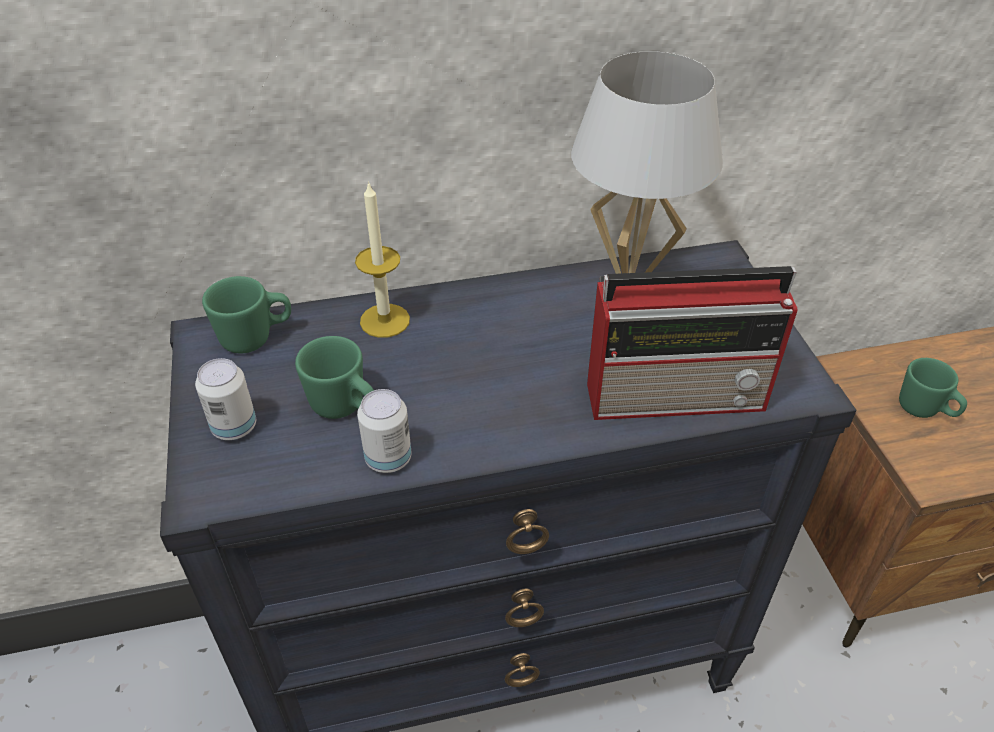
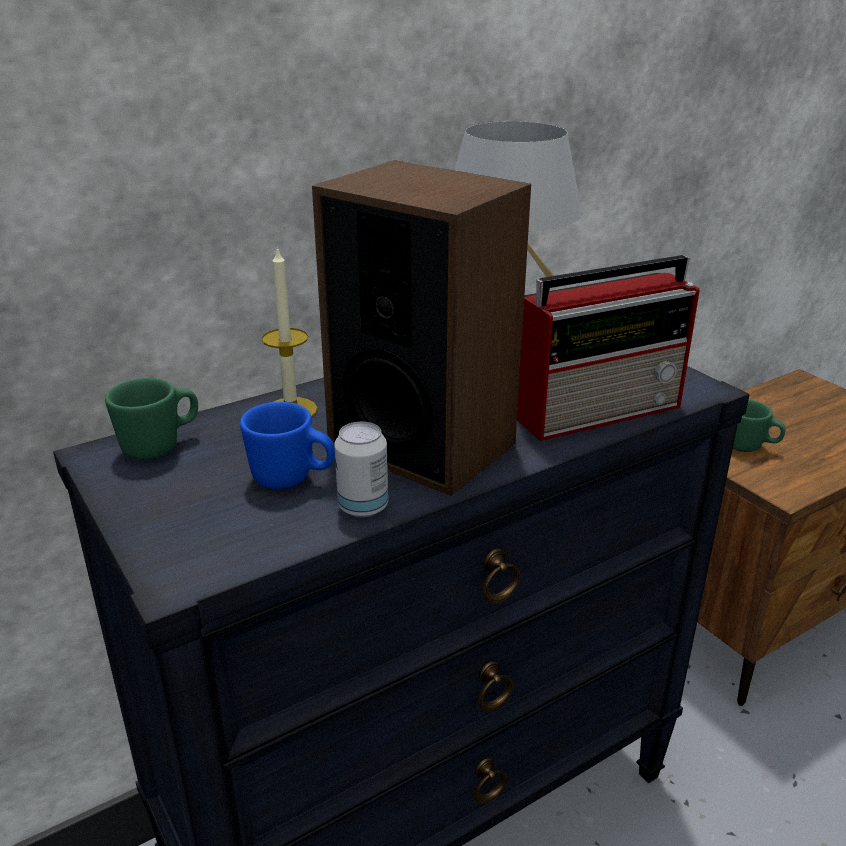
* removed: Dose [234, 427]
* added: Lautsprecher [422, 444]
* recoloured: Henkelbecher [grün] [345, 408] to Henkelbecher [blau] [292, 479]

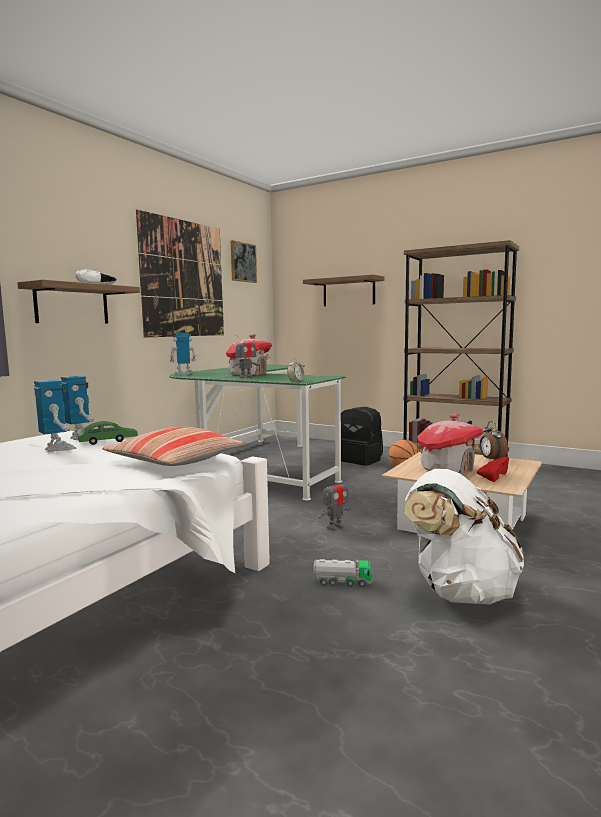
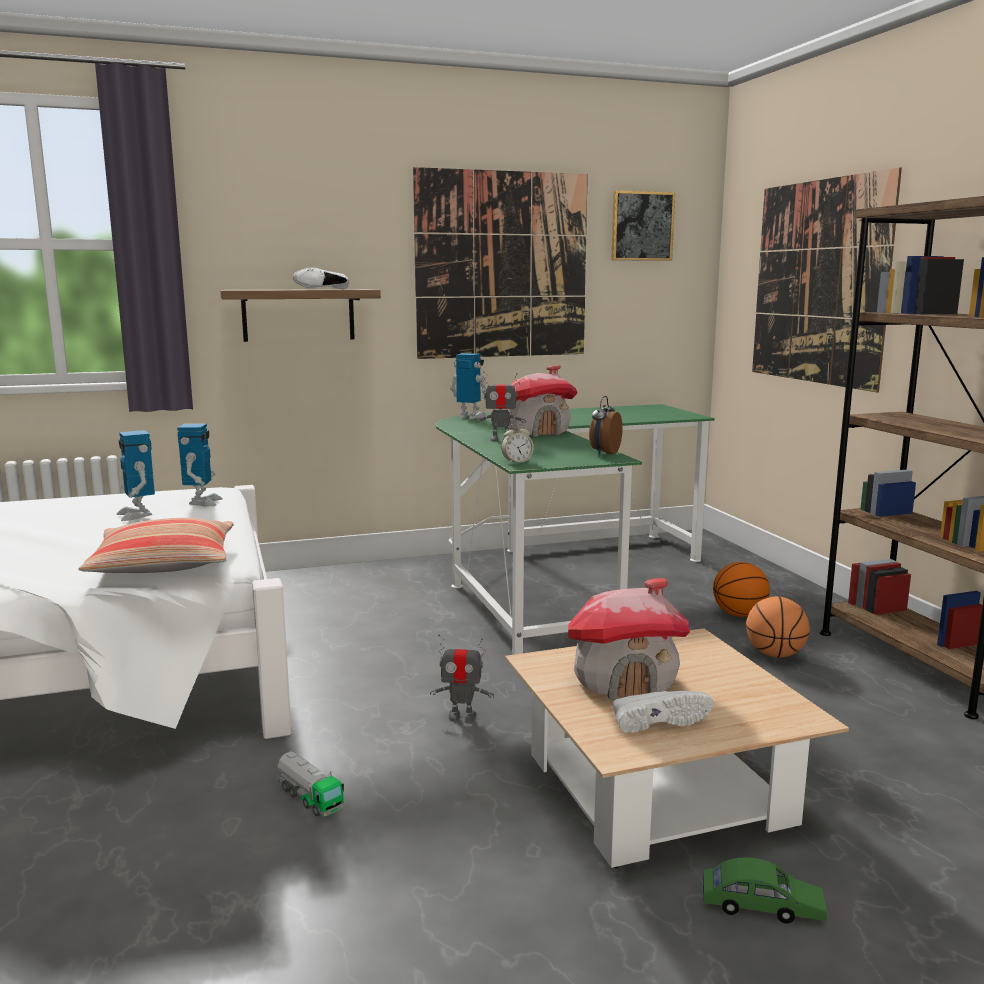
* removed: Rucksack [weiß] [460, 591]
* moved: Spielzeugauto [grün] [108, 441] to [762, 907]
* moved: Wecker [491, 460] to [604, 453]
* replaced: Wandregal [348, 292] to Bild [818, 282]
* replaced: Rucksack [schwarz] [361, 460] to Basketball [739, 614]
* recoloured: Schuh [rot] [493, 476] to Schuh [weiß] [658, 721]
* turned: Spielzeugroboter [57, 449] = [137, 515] 150 degrees clockwise

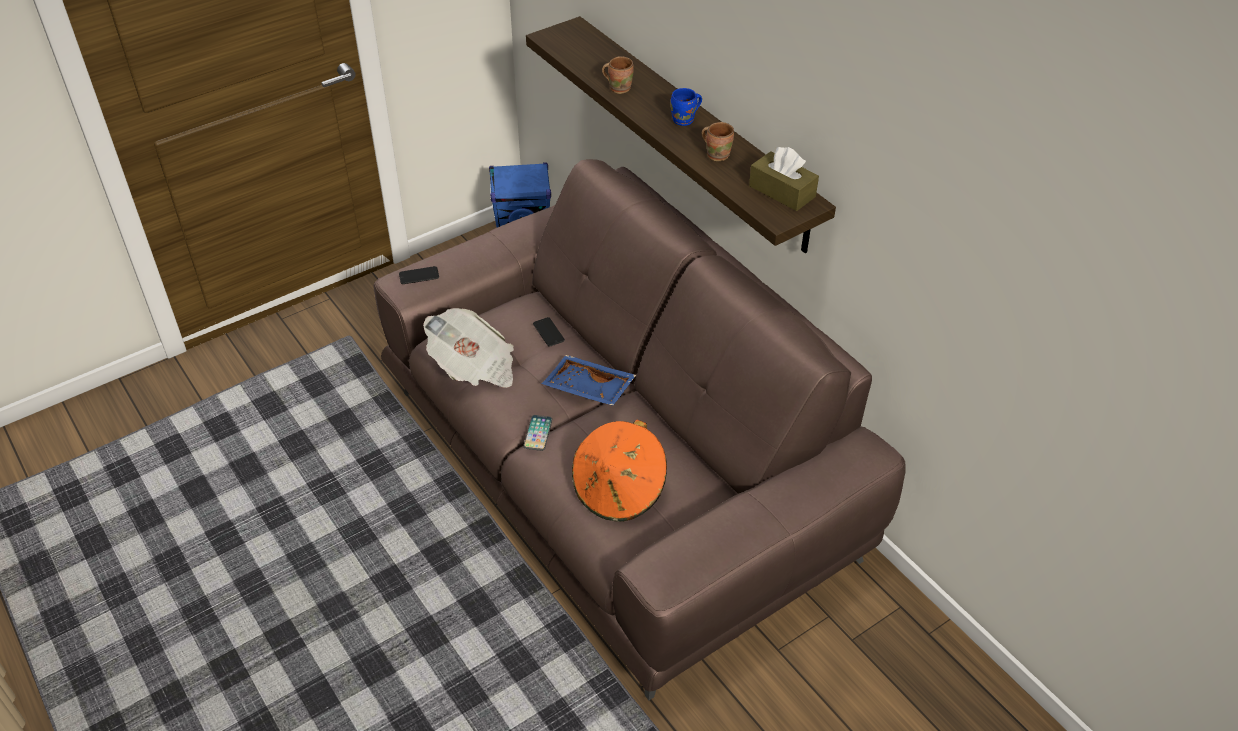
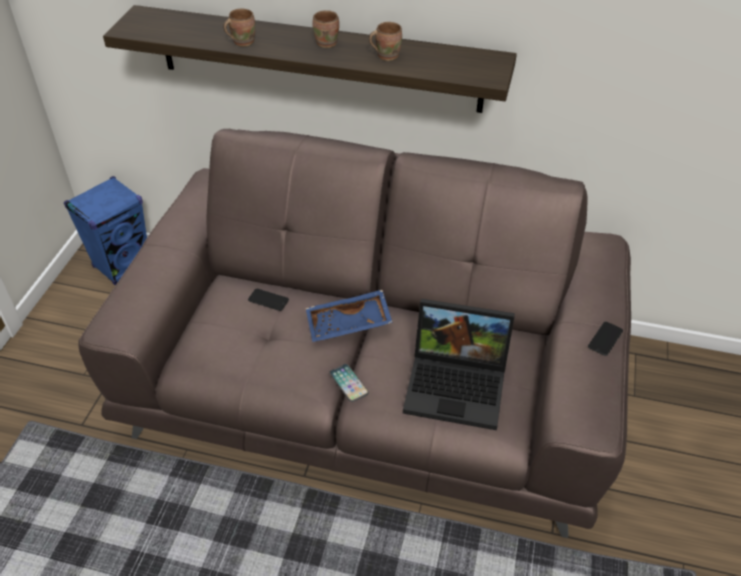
* removed: Zeitung [474, 367]
* removed: Taschentuchbox [braun] [782, 191]
* moved: Handy [419, 276] to [605, 339]
* replaced: Hut [orange] [619, 490] to Laptop [458, 385]
* recoloured: Henkelbecher [blau] [685, 121] to Henkelbecher [braun] [328, 43]

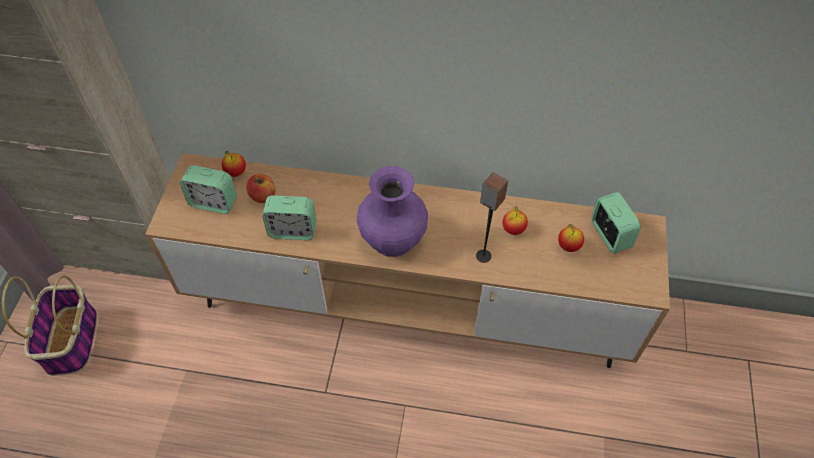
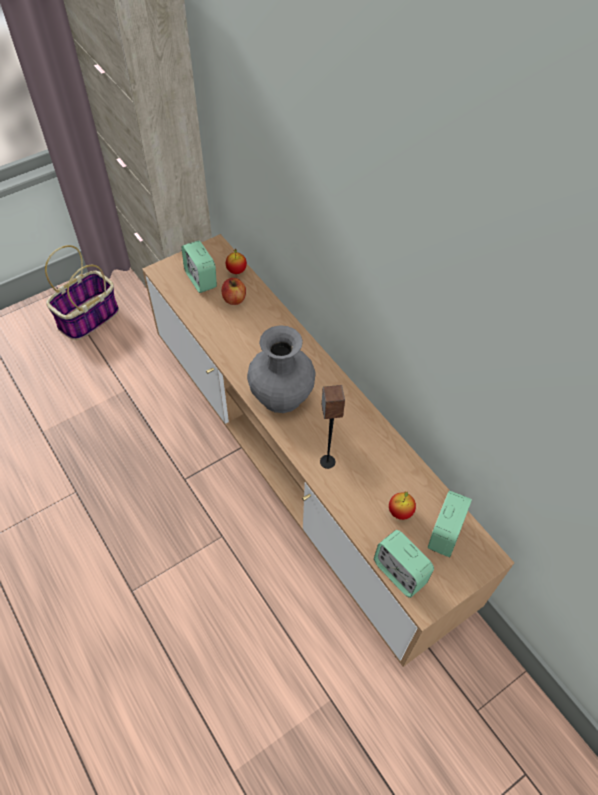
* removed: Apfel [513, 229]
* moved: Wecker [293, 230] to [399, 572]
* recoloured: Vase [lila] [392, 237] to Vase [grau] [281, 394]

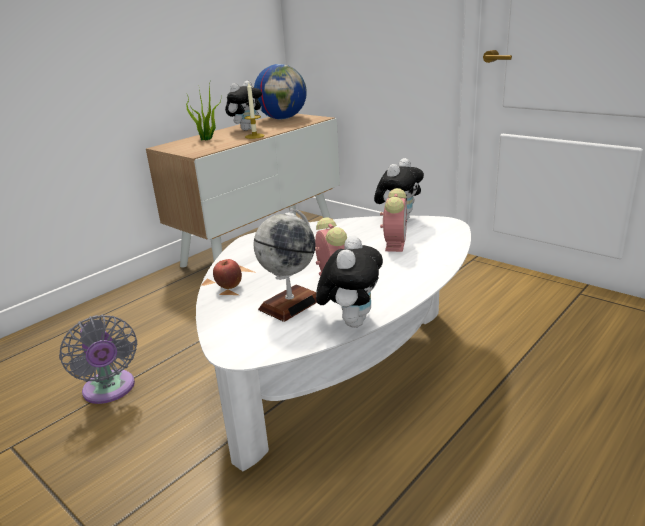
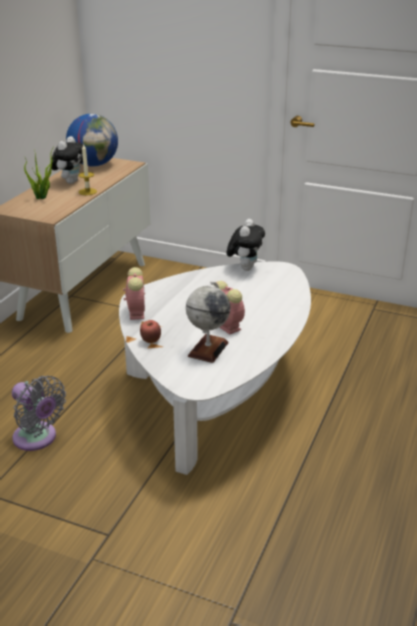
* removed: Plüschtier [351, 321]
* moved: Wecker [395, 244] to [136, 311]

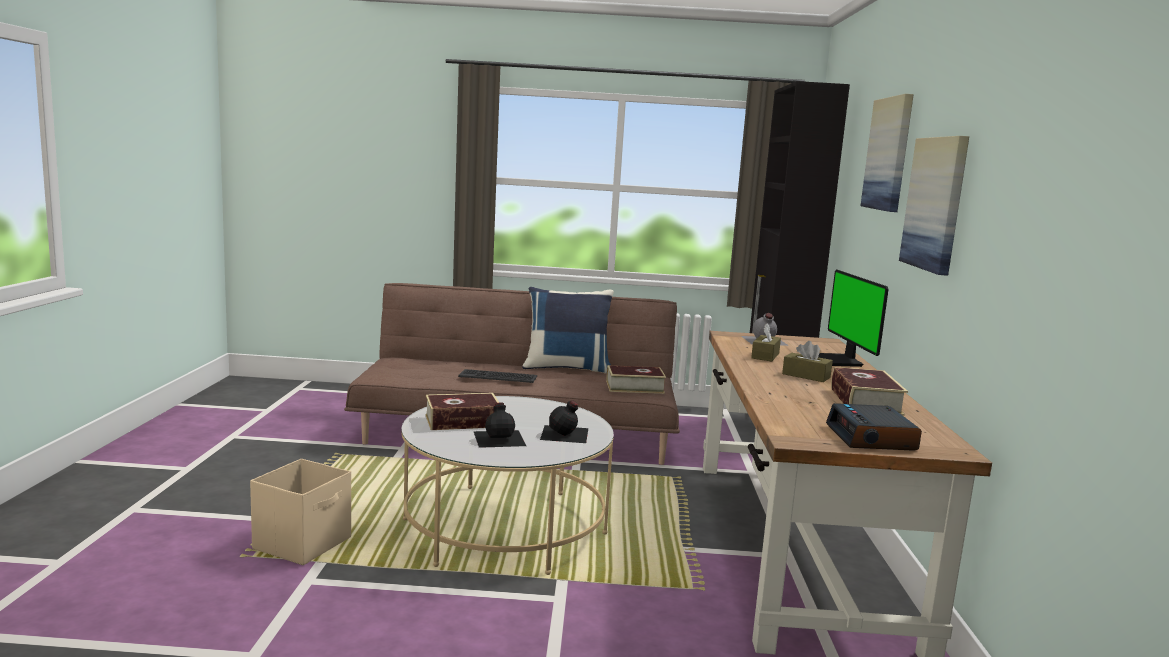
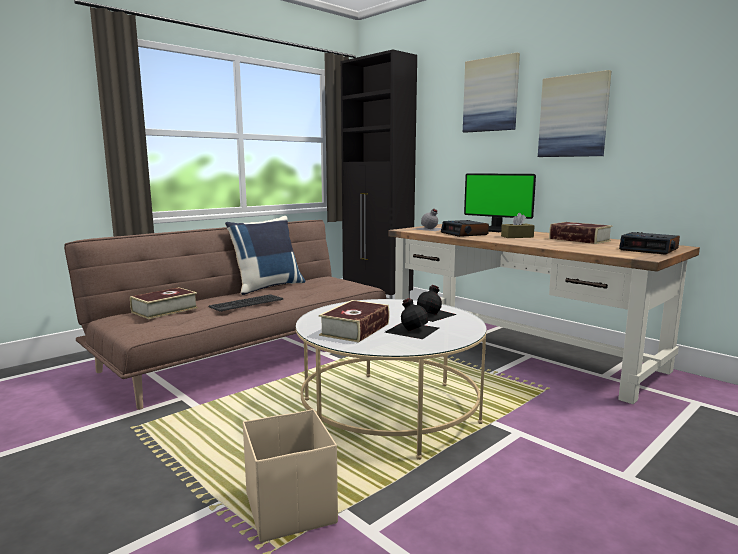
* moved: Buch [634, 387] to [165, 310]
* replaced: Taschentuchbox [braun] [765, 356] to Wecker [465, 233]

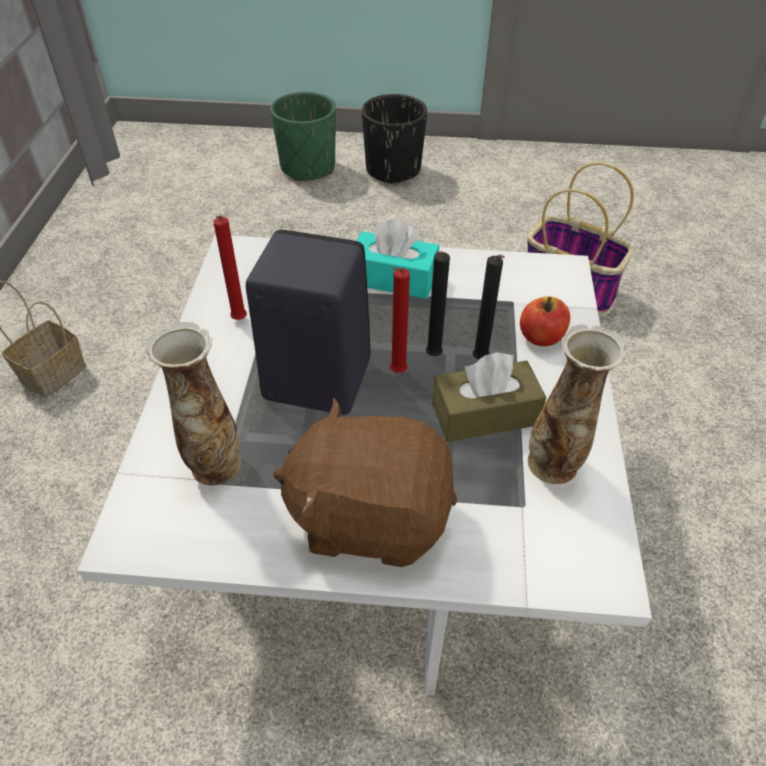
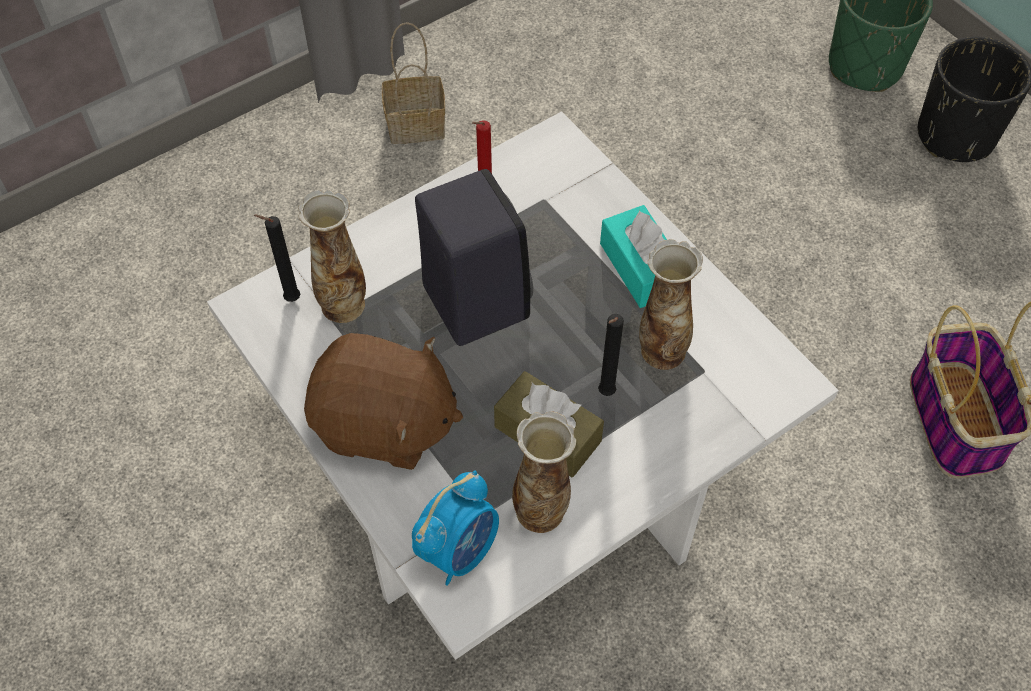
* removed: Kerze [rot] [396, 373]
* removed: Apfel [541, 337]
* added: Wecker [459, 549]
* added: Vase [661, 350]
* moved: Kerze [schwarz] [432, 357] to [289, 299]
* turned: Plüschtier [braun] [369, 515] = [384, 425] 135 degrees clockwise

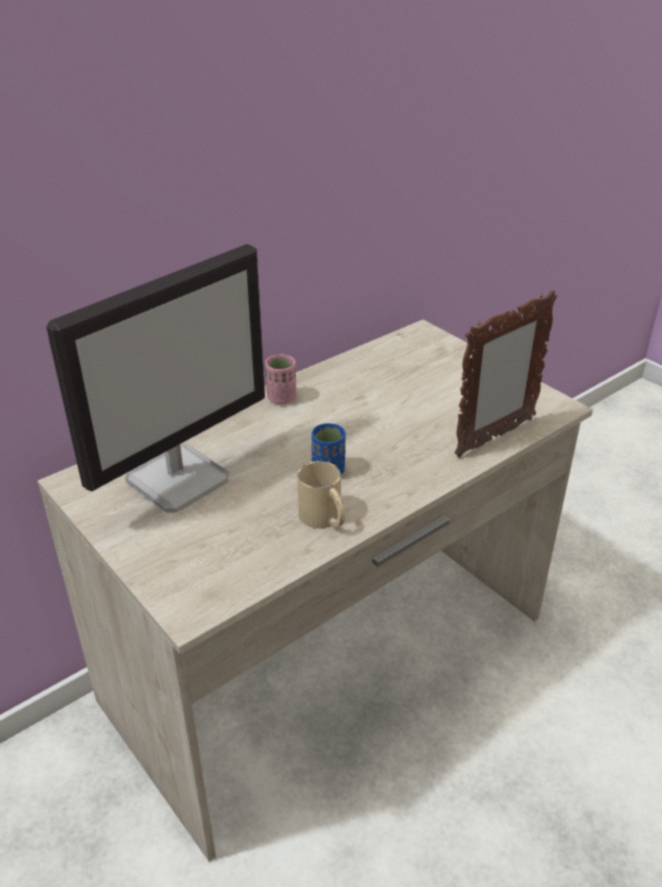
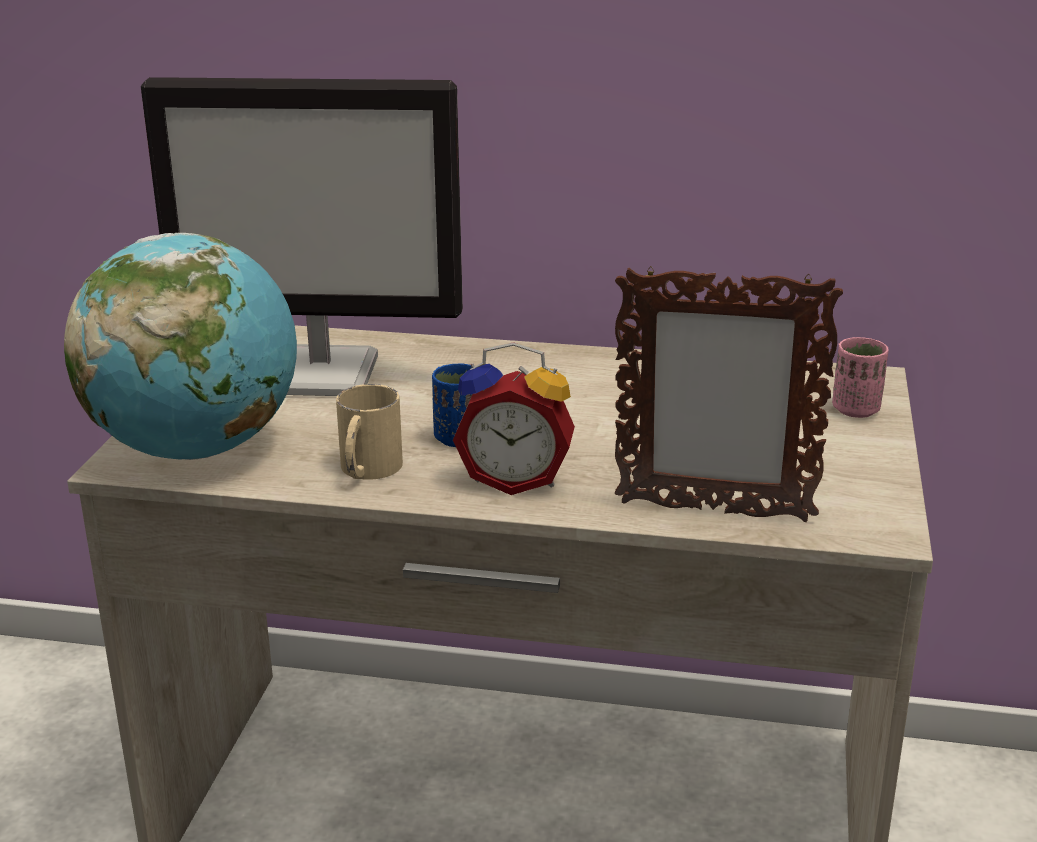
* added: Globus [197, 448]
* added: Wecker [516, 479]
* moved: Tasse [rosa] [281, 398] to [856, 410]

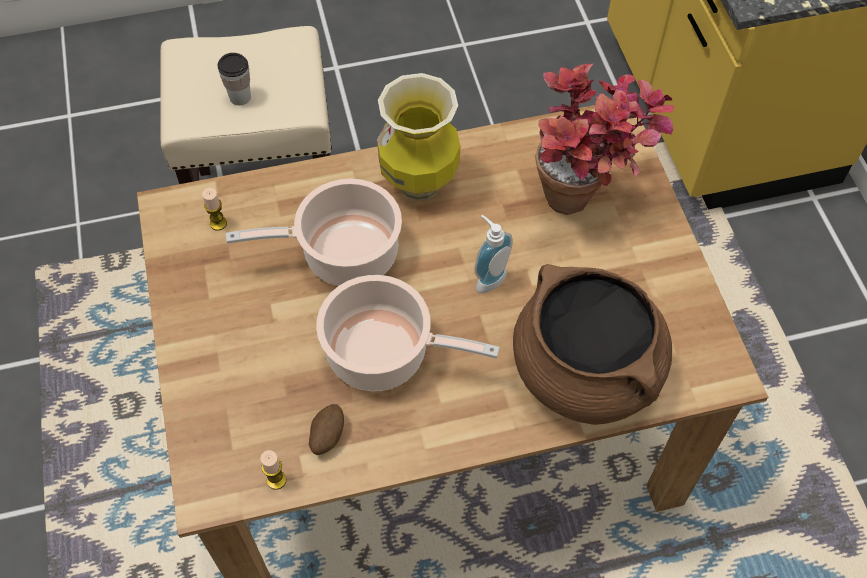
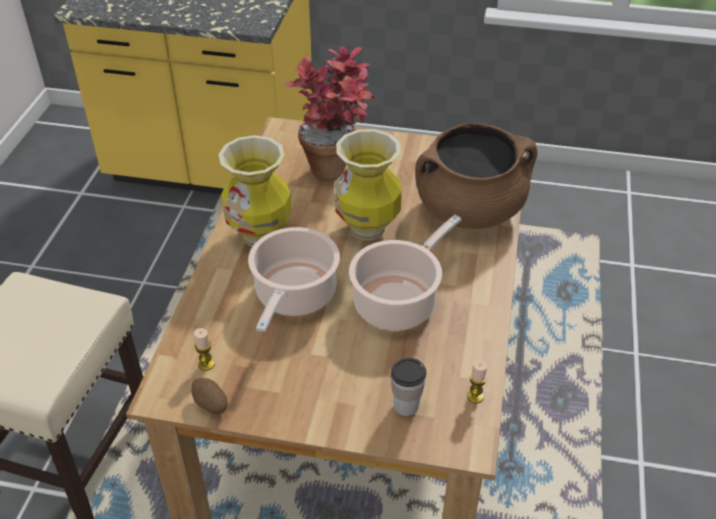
* moved: Tasse [240, 97] to [406, 406]
* moved: Kartoffel [327, 436] to [211, 405]
* replaced: Seifenspender [488, 278] to Vase [367, 229]

